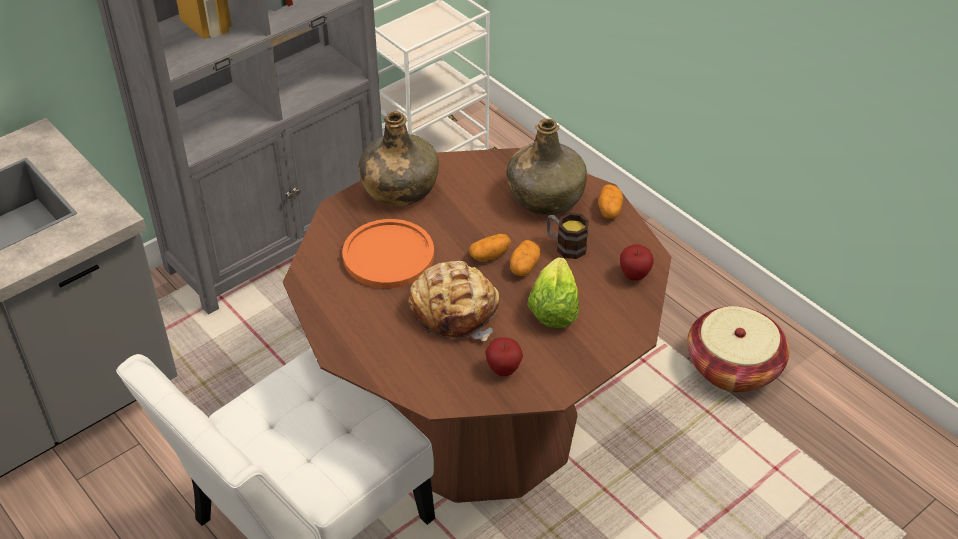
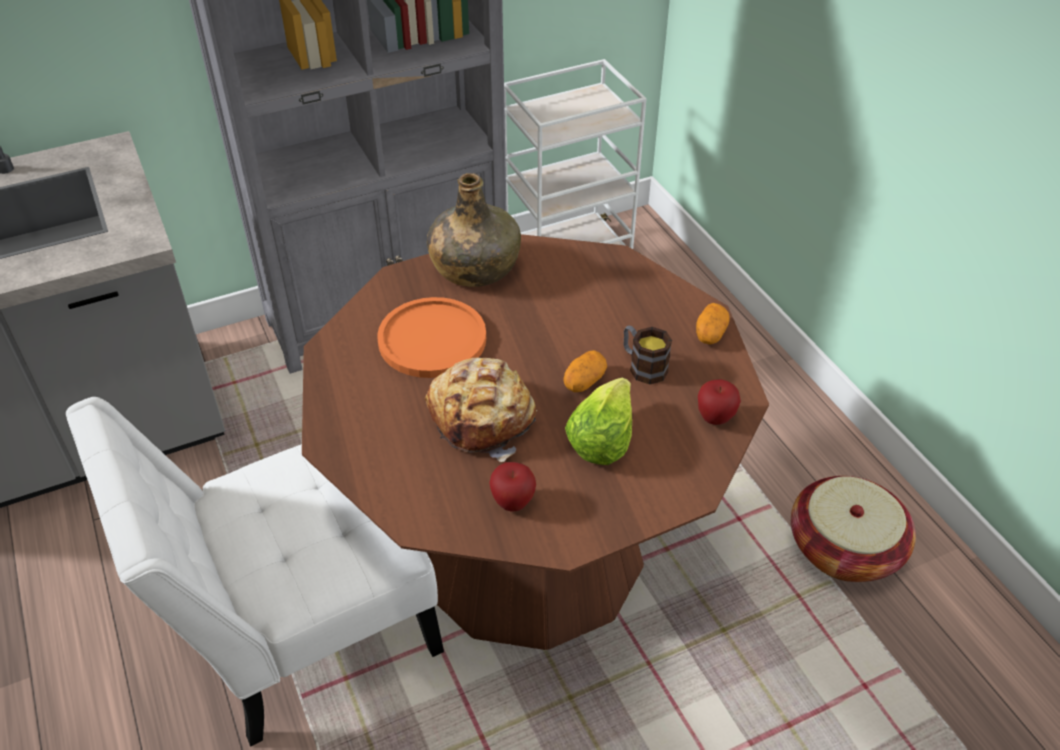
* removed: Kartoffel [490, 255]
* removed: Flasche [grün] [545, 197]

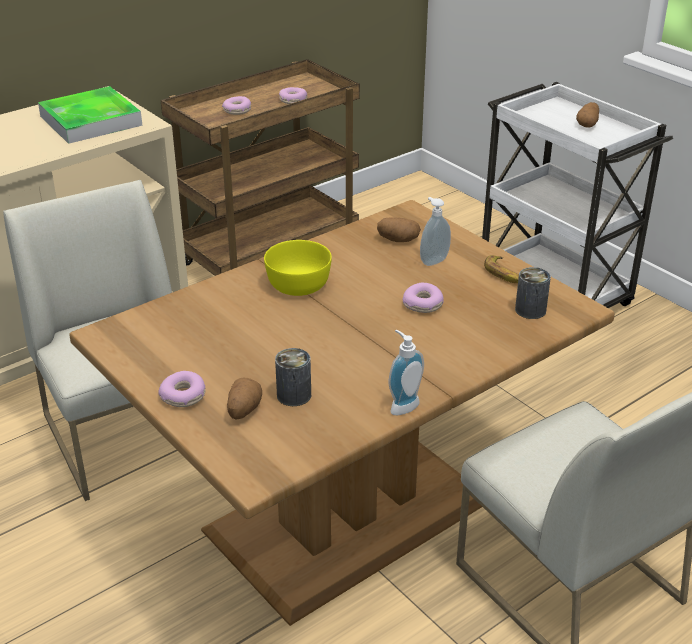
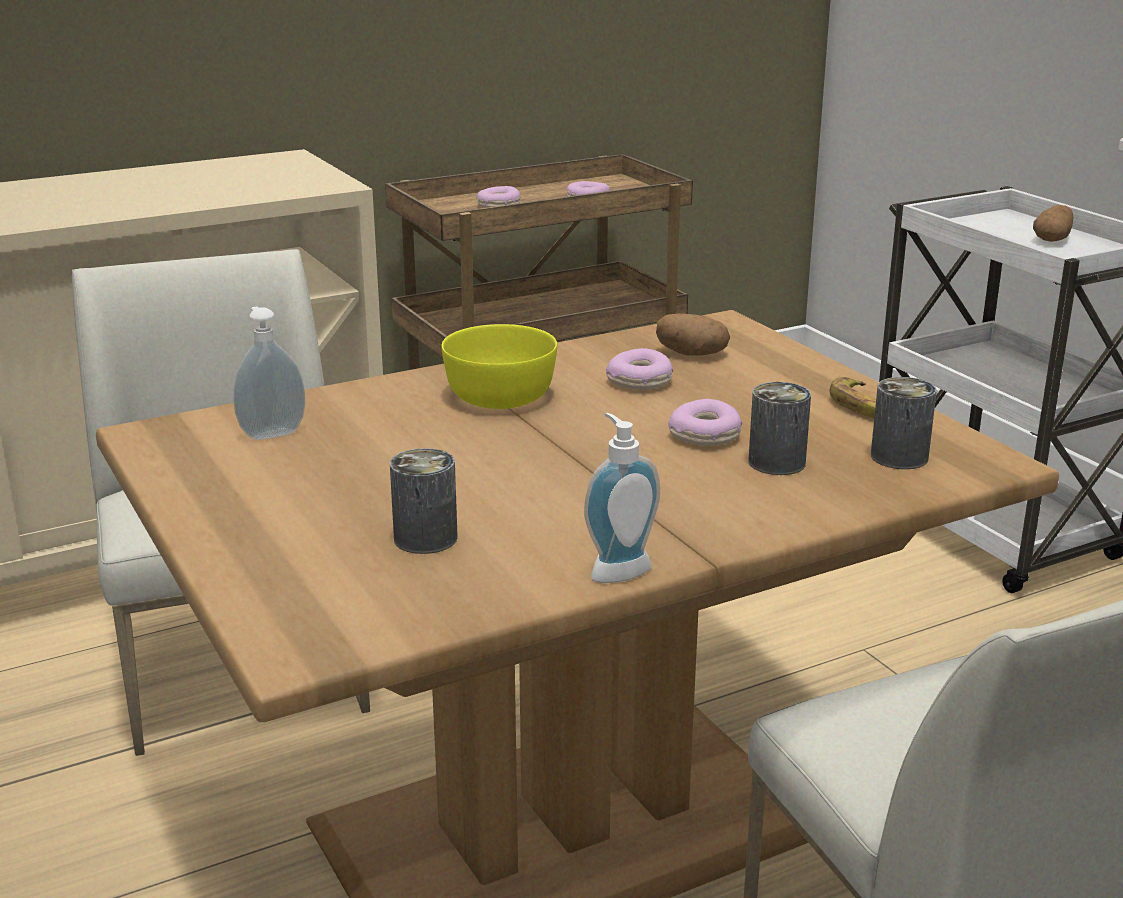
* removed: Tablett [91, 121]
* removed: Kartoffel [243, 410]
* added: Dose [776, 462]
* moved: Donut [183, 396] to [640, 381]
* moved: Seifenspender [433, 260] to [271, 433]

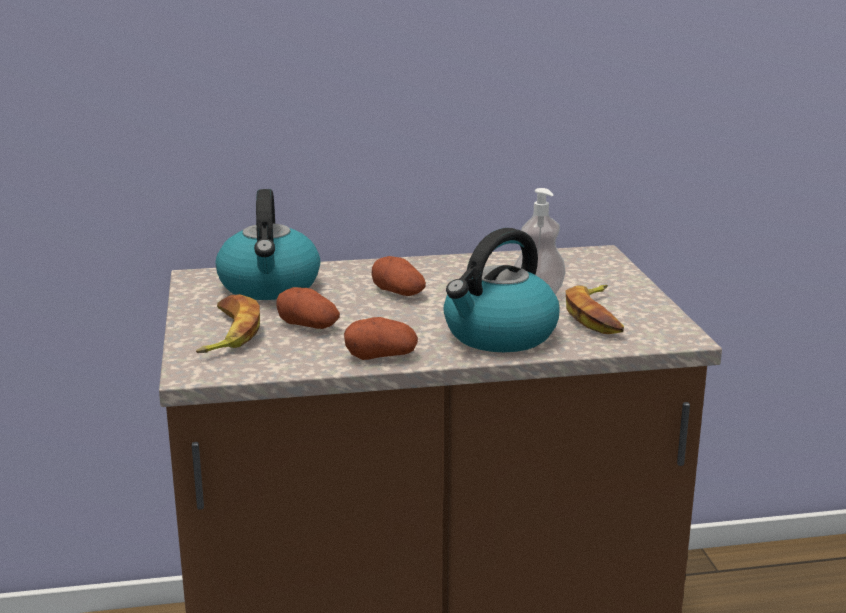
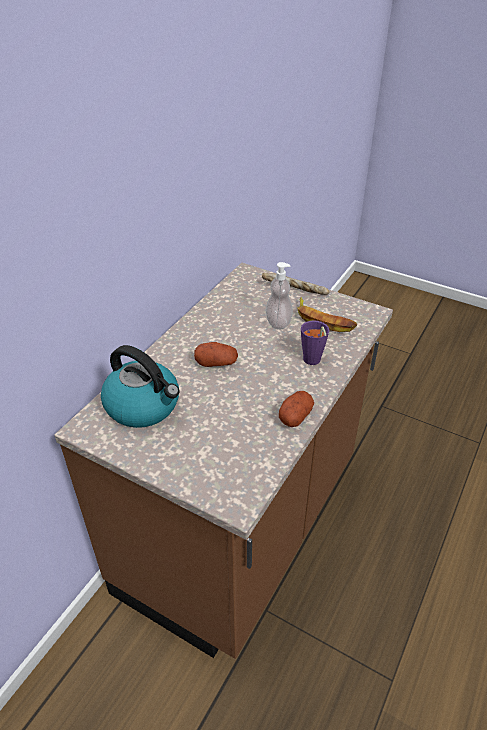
* removed: Banane [227, 333]
* removed: Kartoffel [308, 325]
* added: Brot [295, 290]
* replaced: Wasserkessel [499, 335] to Tasse [lila] [312, 362]

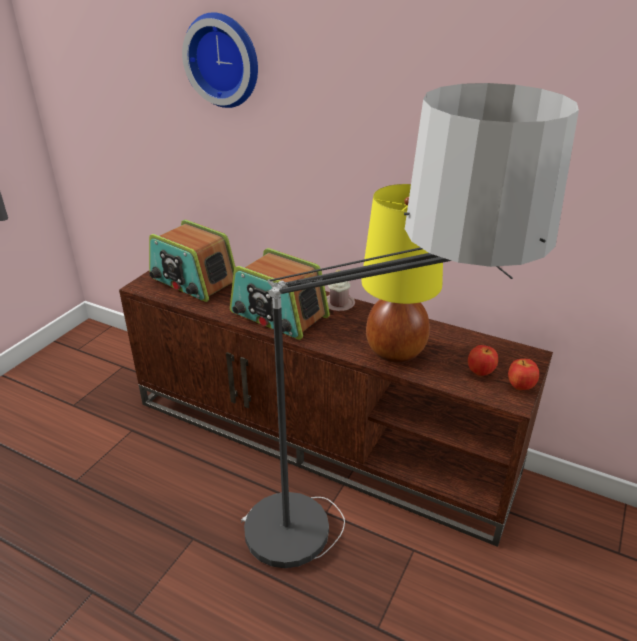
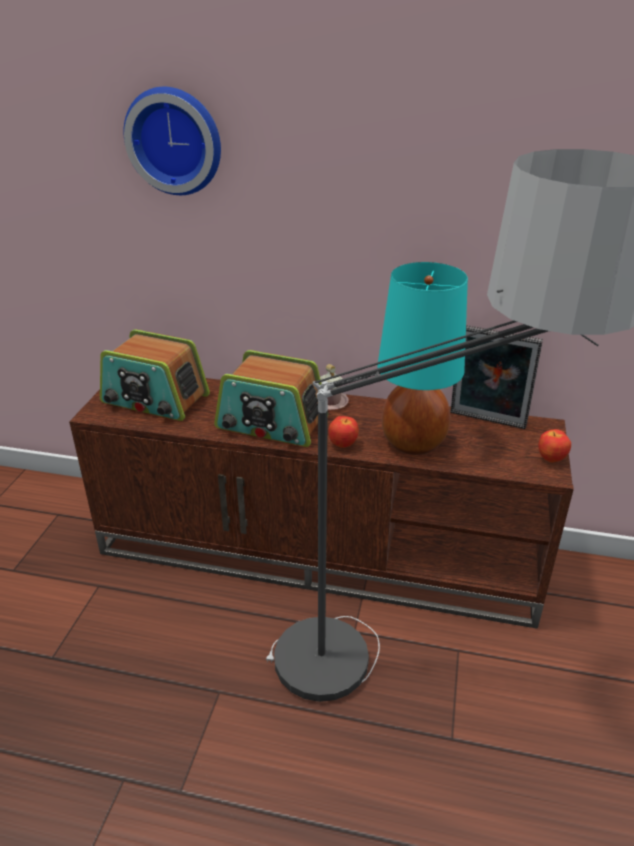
* added: Bilderrahmen [486, 421]
* moved: Apfel [480, 372] to [343, 445]
* recoloured: Tischlampe [gelb] [395, 350] to Tischlampe [türkis] [412, 442]

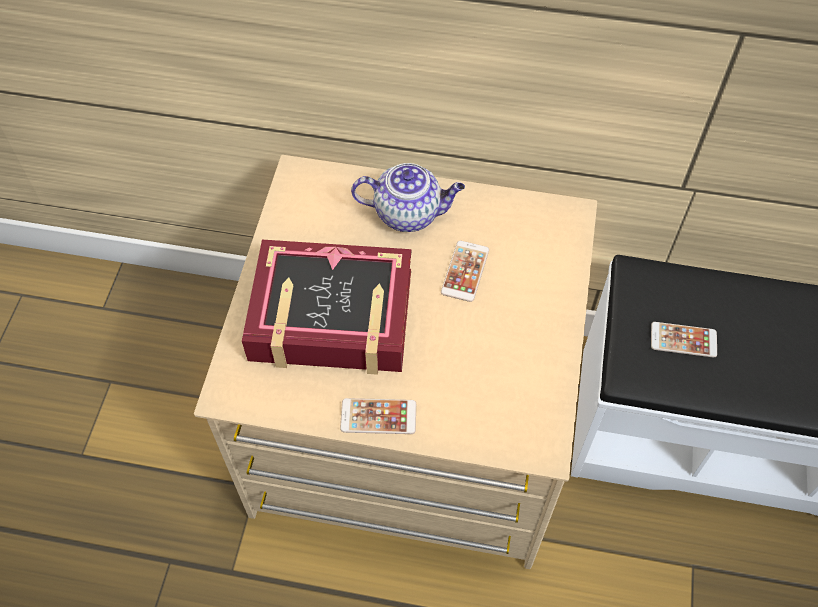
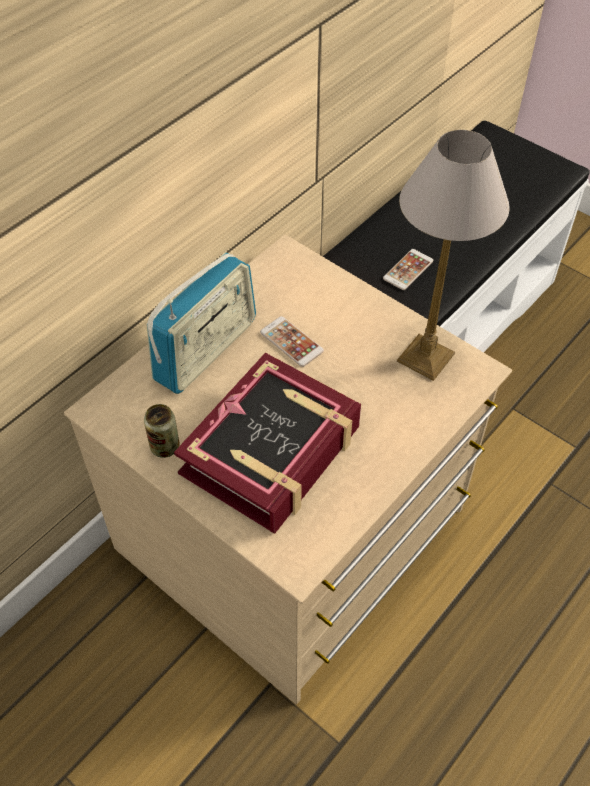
* removed: Handy [378, 416]
* added: Dose [165, 446]
* added: Tischlampe [426, 358]
* replaced: Teekanne [409, 213] to Radio [206, 350]

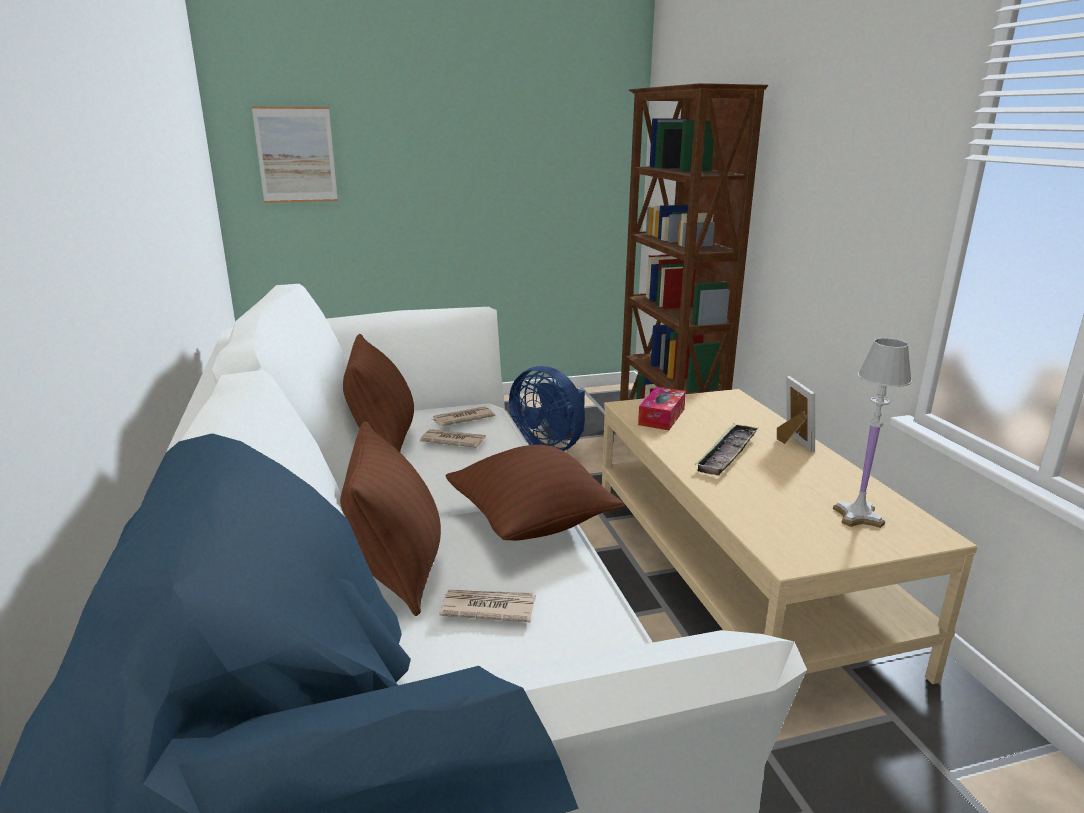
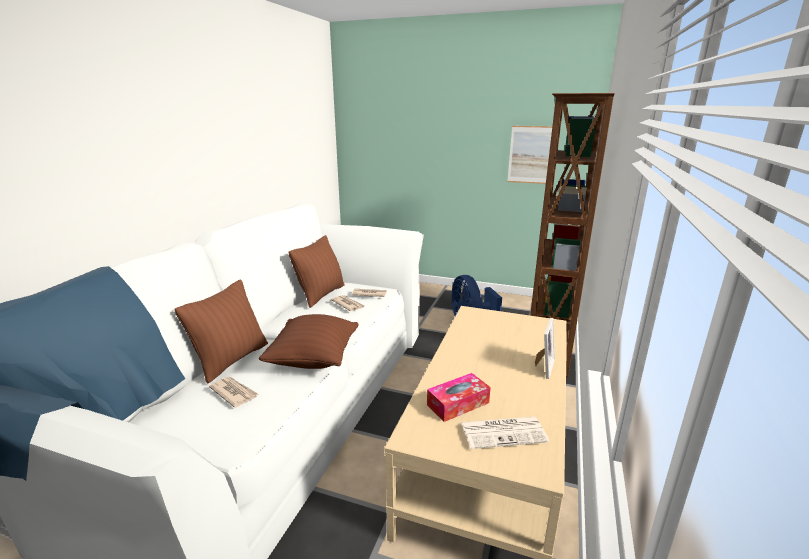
* removed: Tablett [727, 454]
* moved: Bild [296, 155] to [532, 155]
* moved: Taschentuchbox [661, 417] to [458, 404]
* replaced: Tischlampe [weiß] [857, 516] to Zeitung [504, 432]

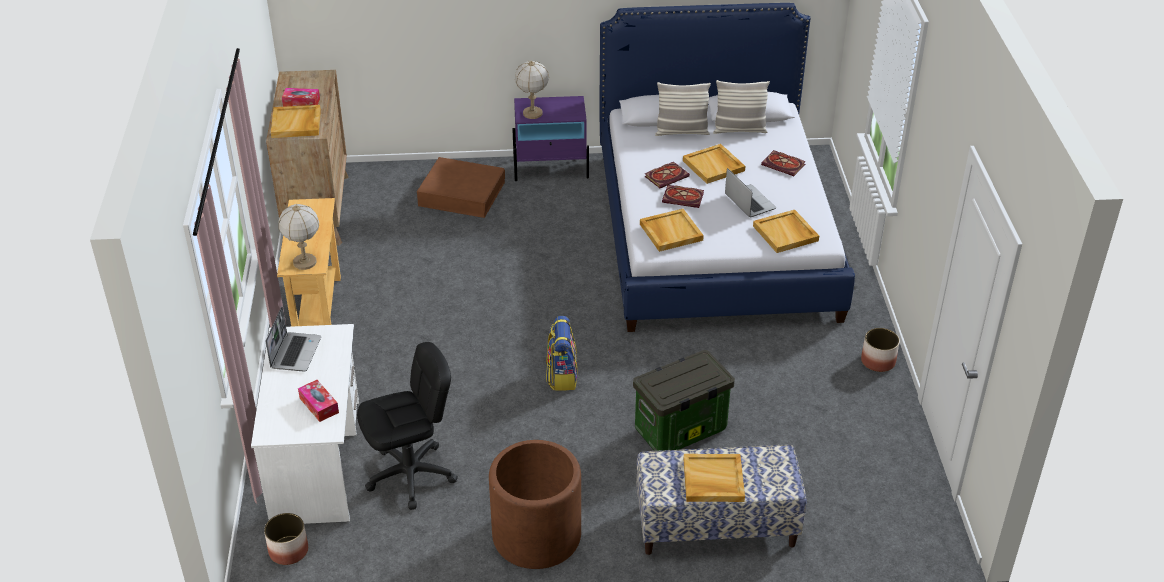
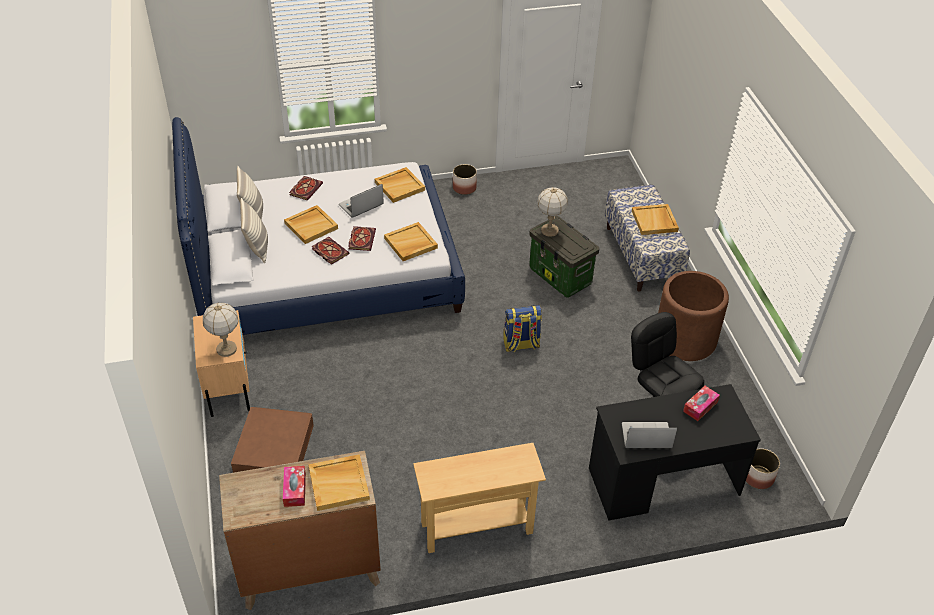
* moved: Tischlampe [305, 262] to [549, 230]
* recoloured: Schreibtisch [weiß] [317, 461] to Schreibtisch [schwarz] [663, 482]
* recoloured: Nachttisch [lila] [551, 168] to Nachttisch [beige] [228, 385]

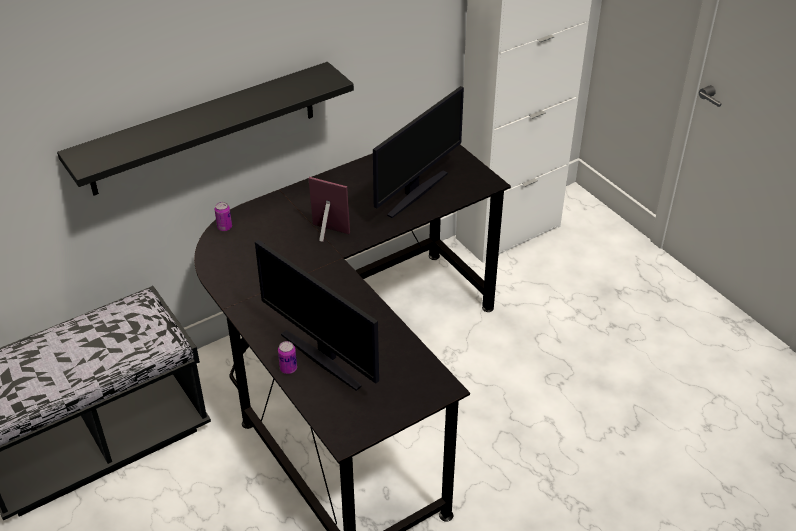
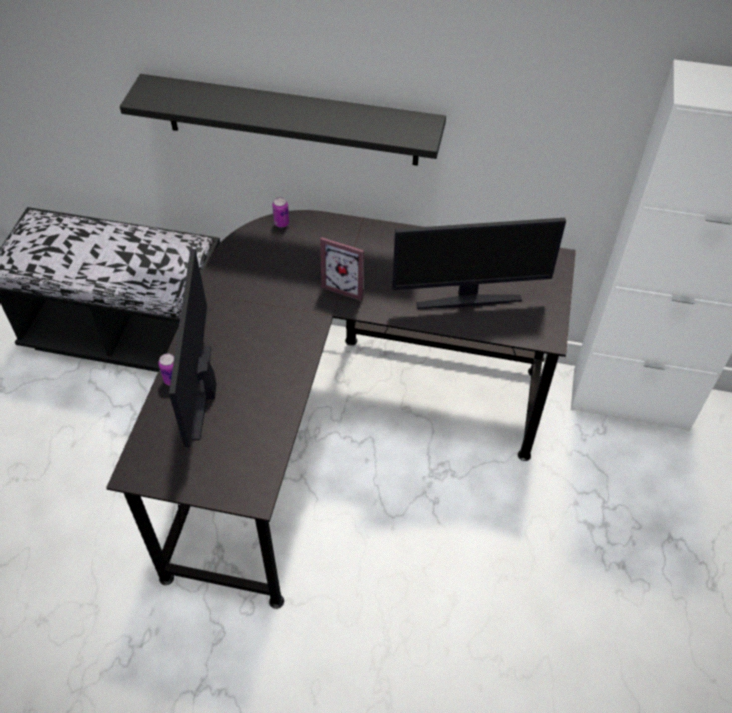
* turned: Bilderrahmen [327, 235] = [346, 285] 135 degrees clockwise

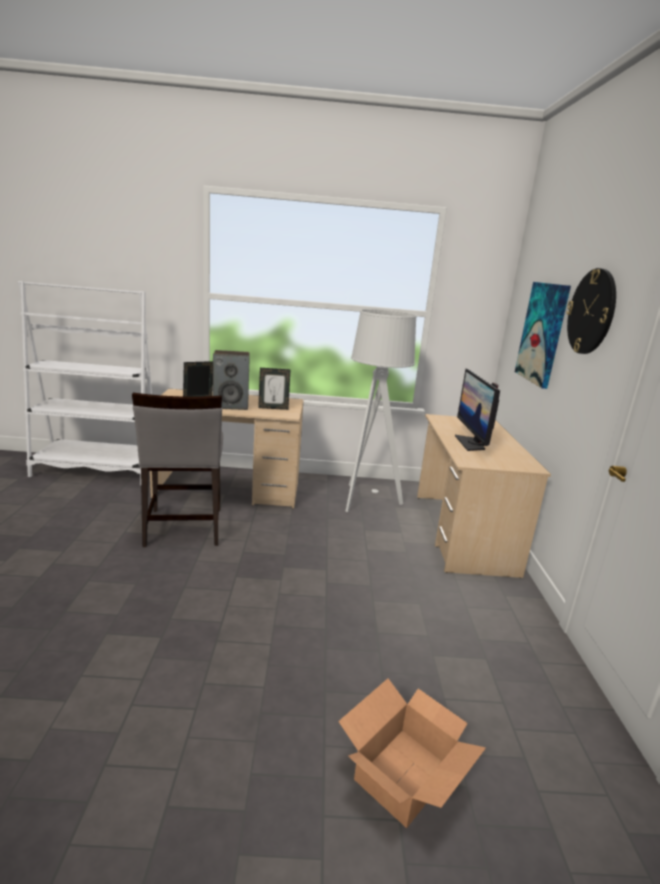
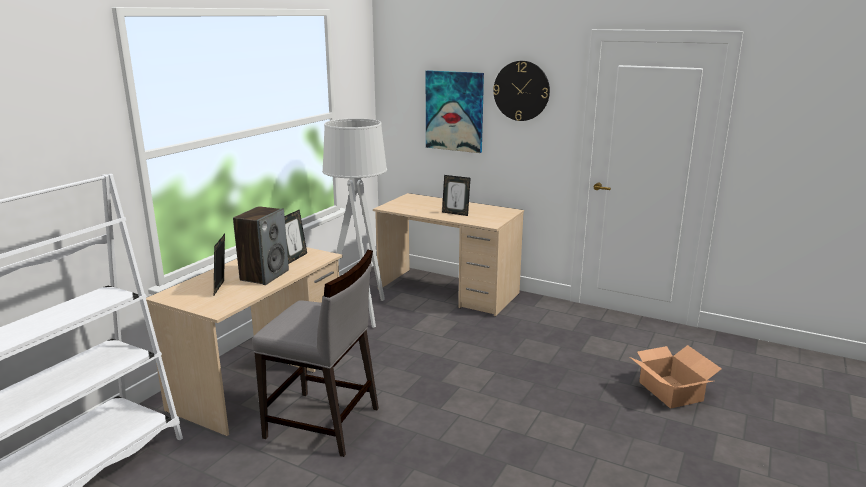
* replaced: Monitor [471, 443] to Bilderrahmen [455, 213]

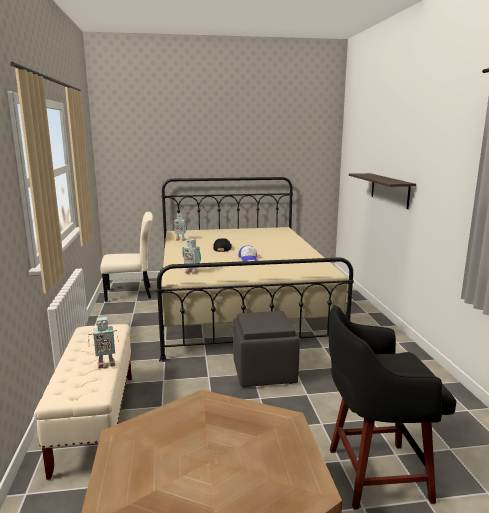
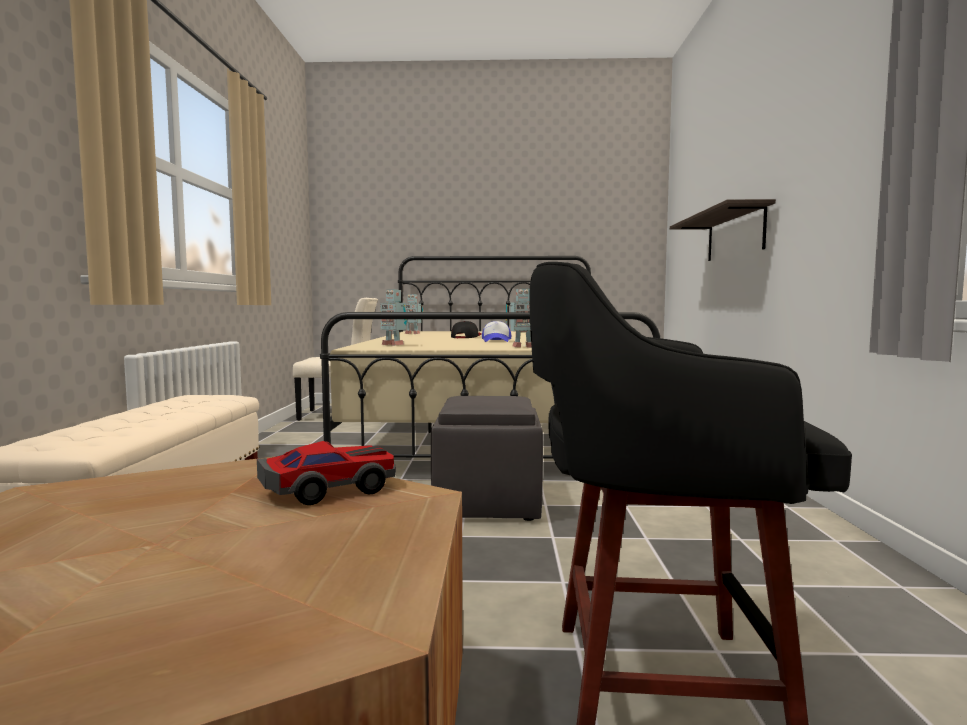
* added: Spielzeugauto [329, 489]
* moved: Spielzeugroboter [105, 364] to [522, 347]

